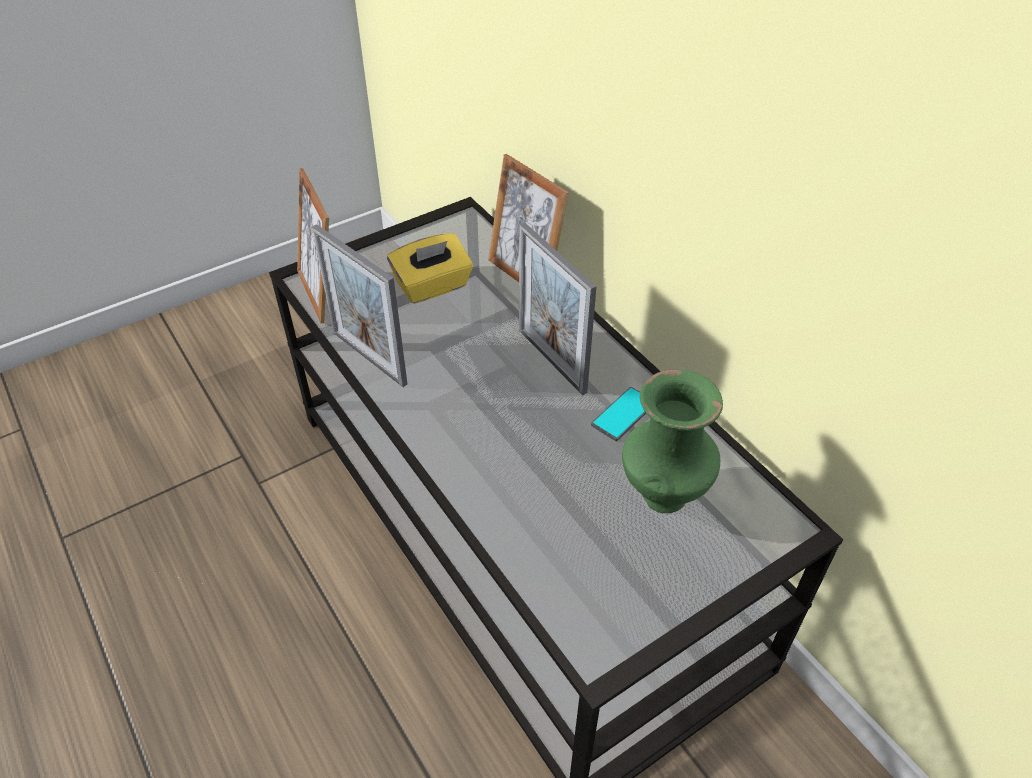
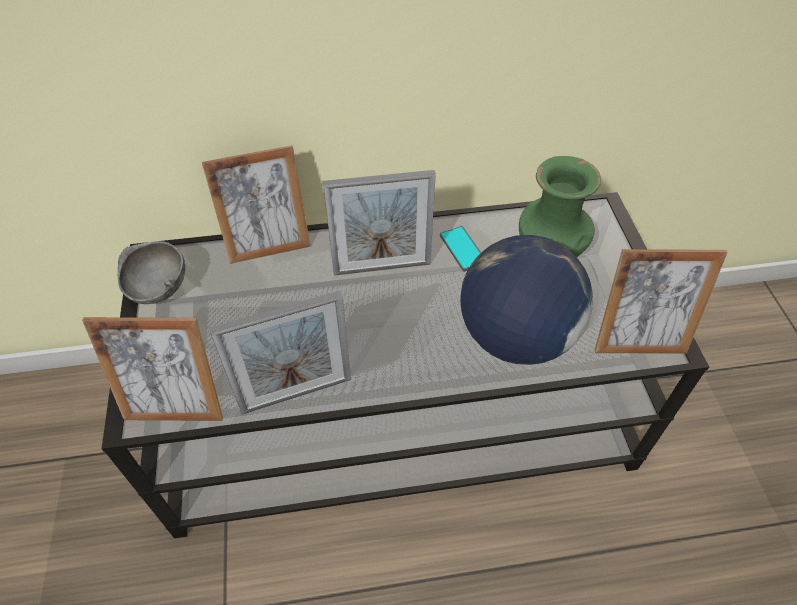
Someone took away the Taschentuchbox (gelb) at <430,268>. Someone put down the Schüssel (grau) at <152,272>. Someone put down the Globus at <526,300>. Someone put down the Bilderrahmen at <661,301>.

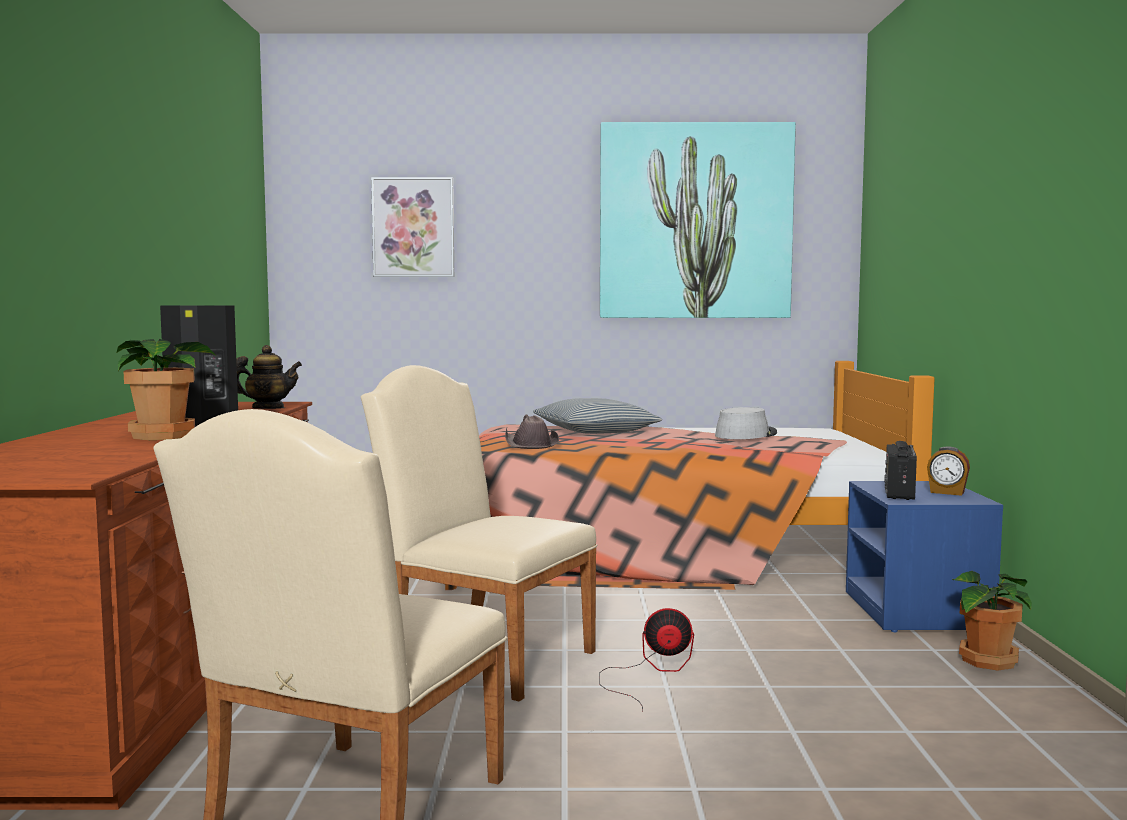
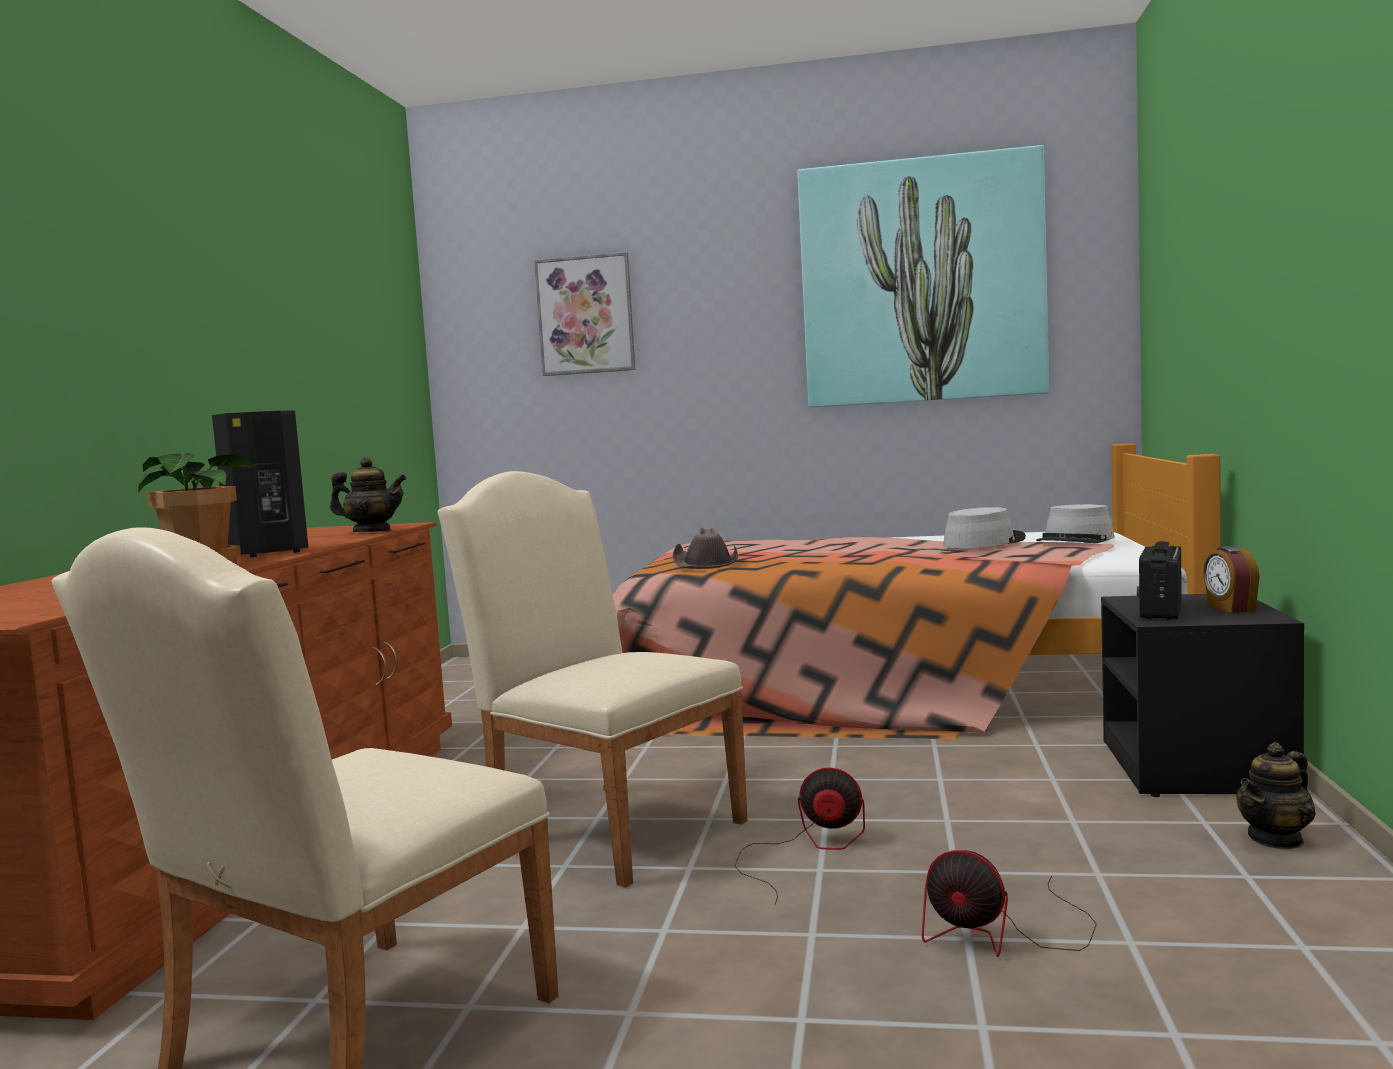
Someone took away the Kissen at <597,416>. Someone put down the Ventilator at <1009,903>. Someone put down the Hut (grau) at <1075,523>. Someone swapped the Topfpflanze at <992,620> for the Teekanne at <1276,796>. Someone repainted the Nachttisch (blau) at <924,556>, which became the Nachttisch (schwarz) at <1202,695>. Someone rotated the Wecker at <948,471> by 45 degrees clockwise.

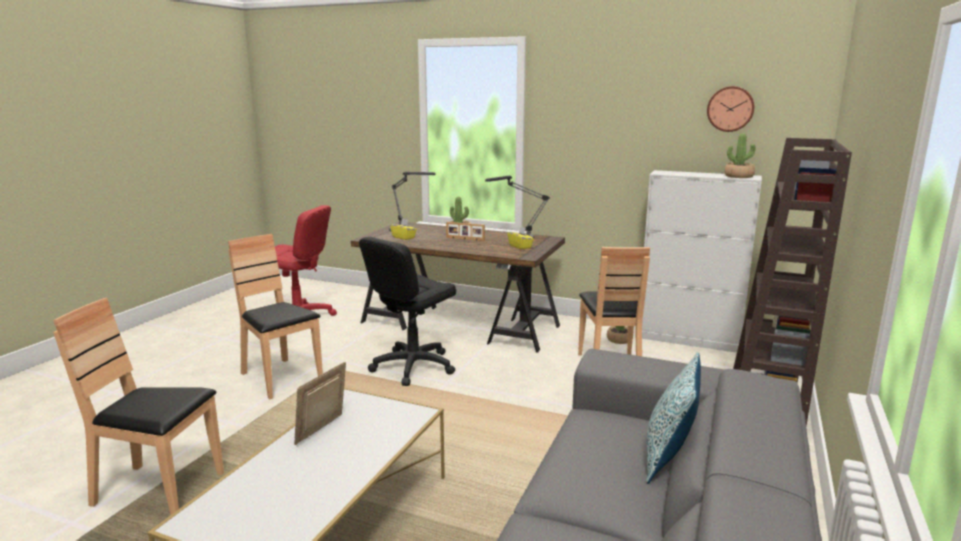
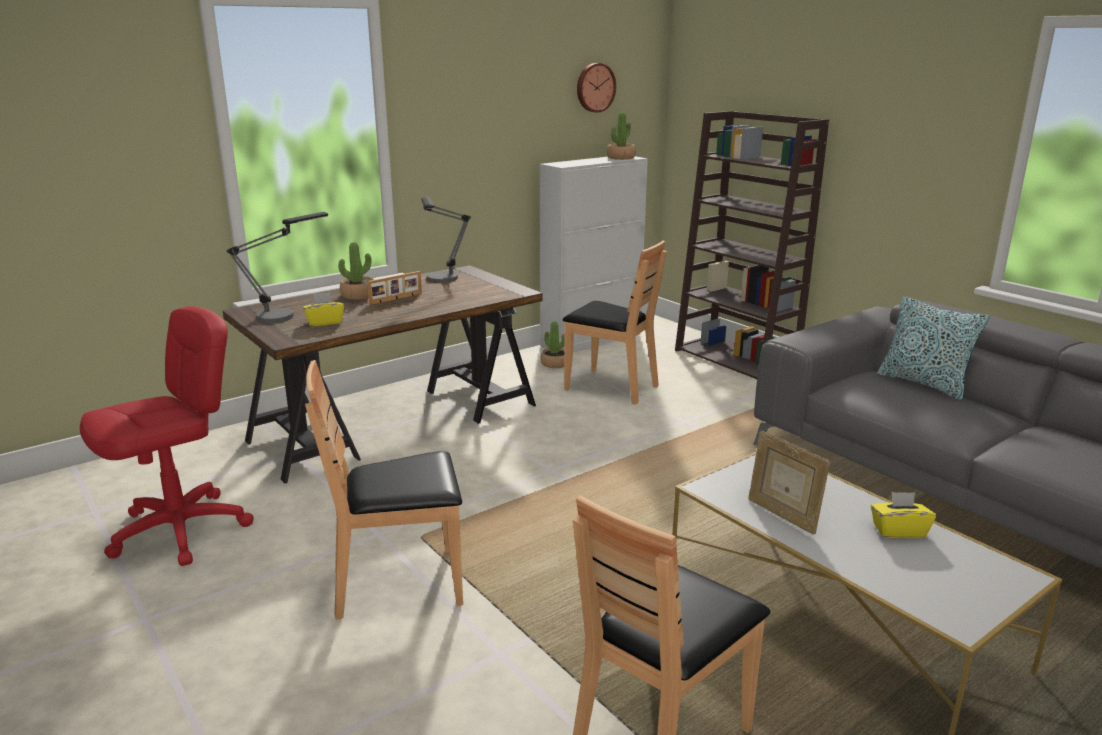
Someone took away the Bürostuhl (schwarz) at <407,311>. Someone carried the Taschentuchbox (gelb) from <521,237> to <903,515>.

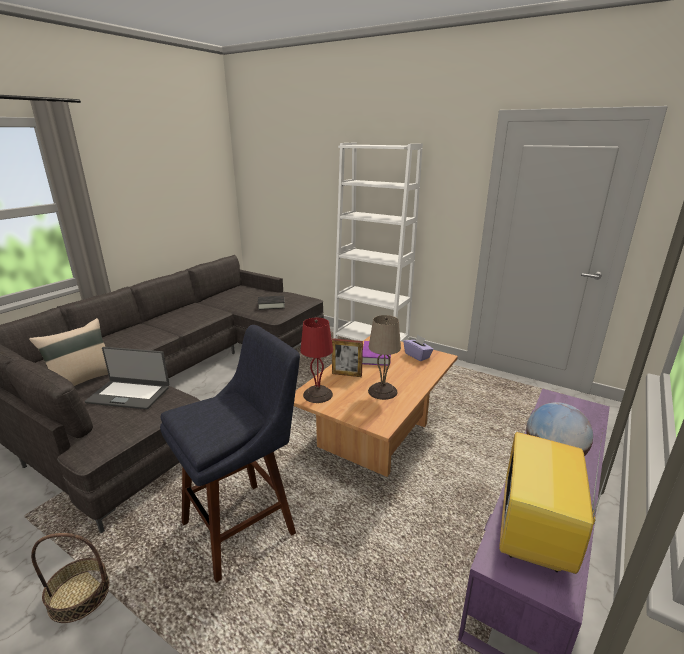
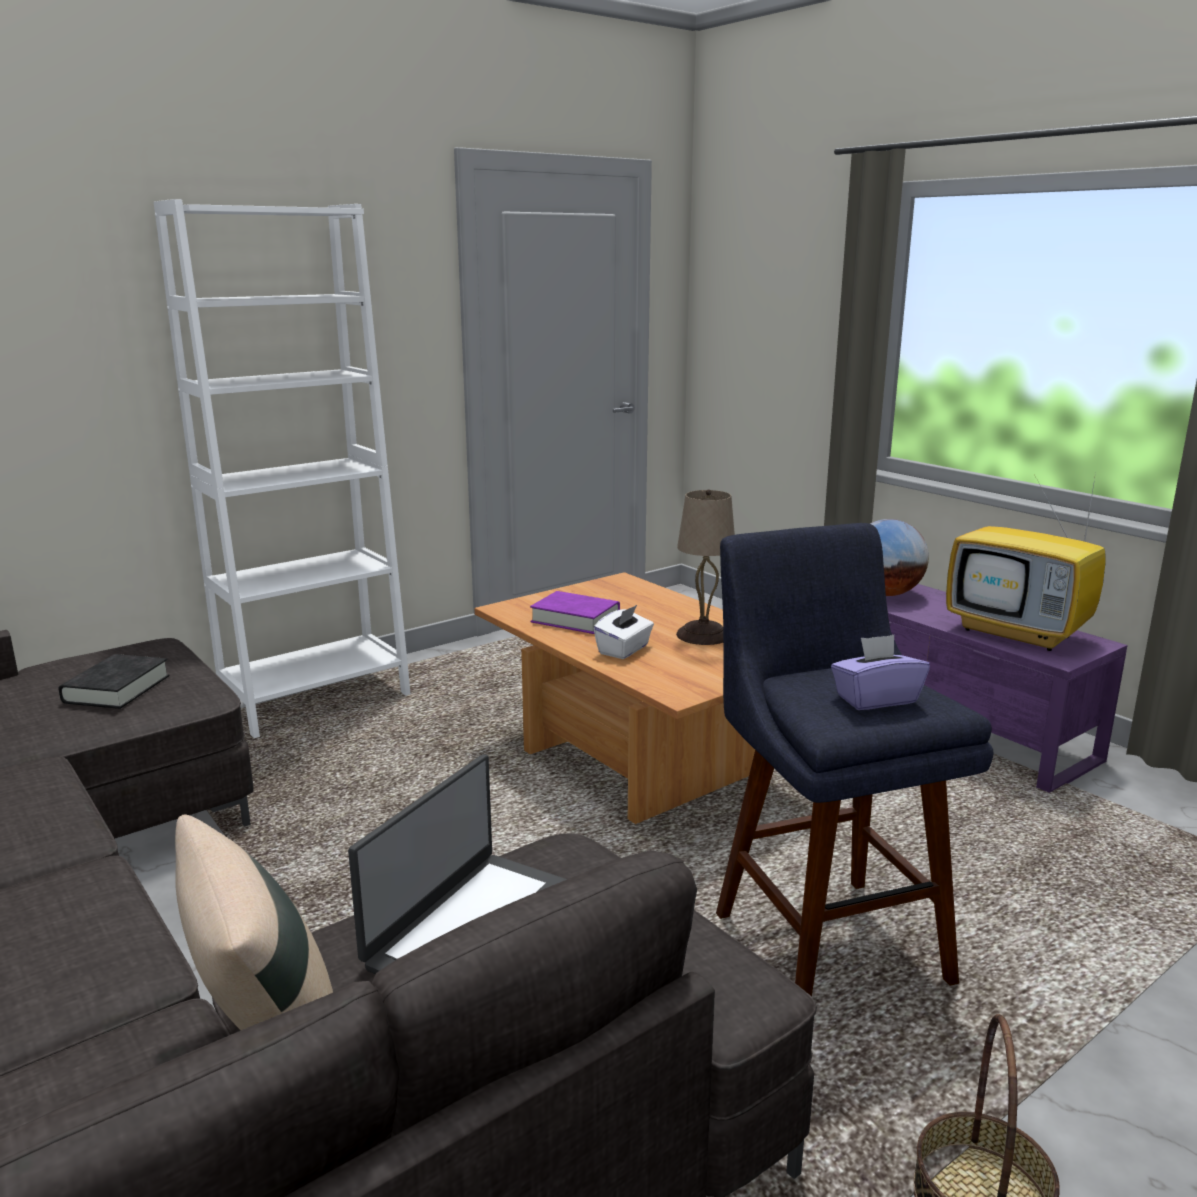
Someone took away the Tischlampe (rot) at <316,360>. Someone carried the Taschentuchbox (lila) from <419,347> to <880,672>. Someone swapped the Bilderrahmen at <347,357> for the Taschentuchbox (weiß) at <624,632>.

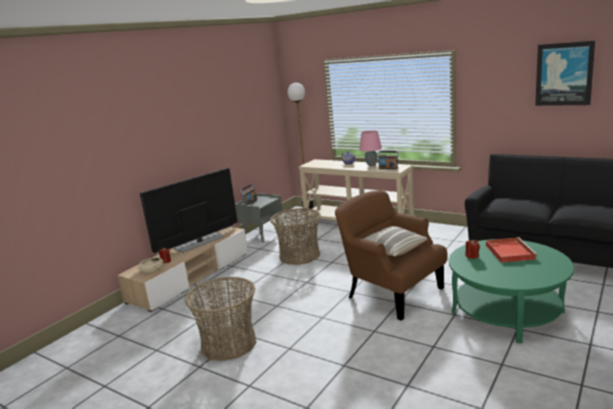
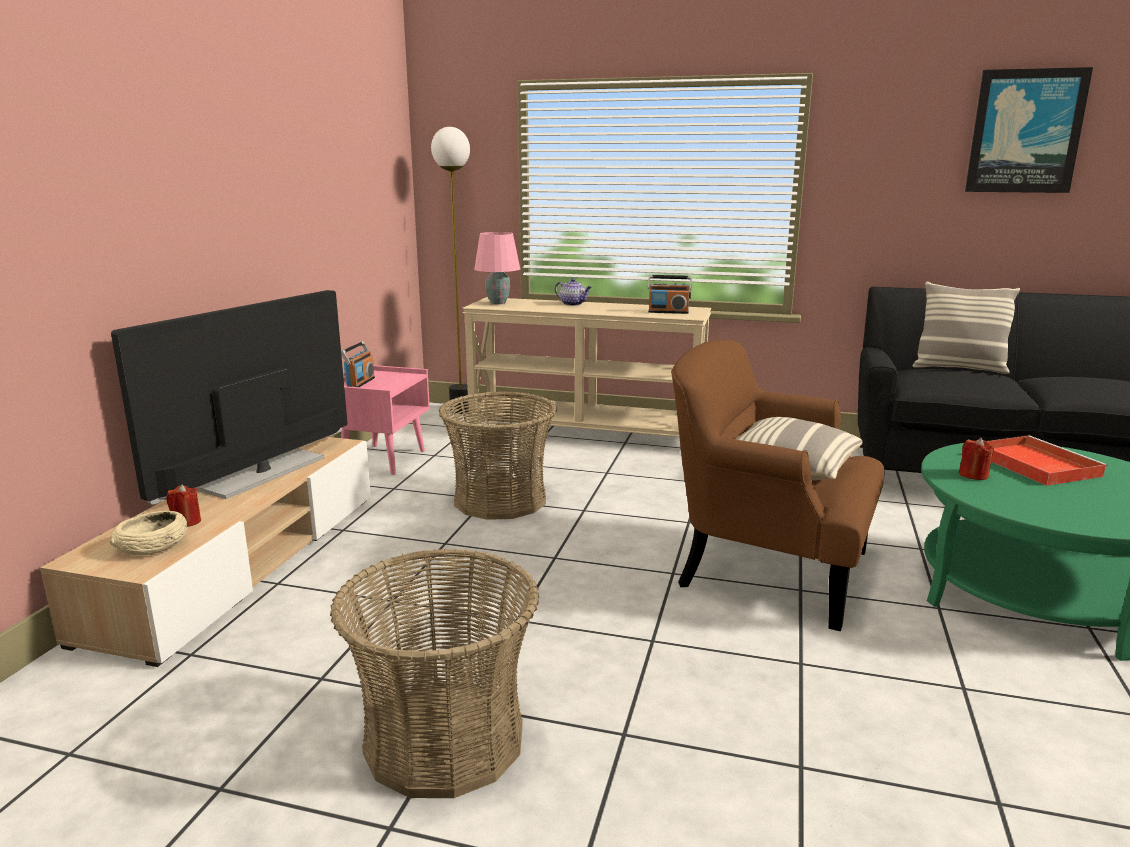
Someone put down the Kissen at <966,328>. Someone carried the Tischlampe (rosa) from <370,148> to <497,268>. Someone repainted the Nachttisch (grau) at <258,218>, which became the Nachttisch (rosa) at <385,420>.

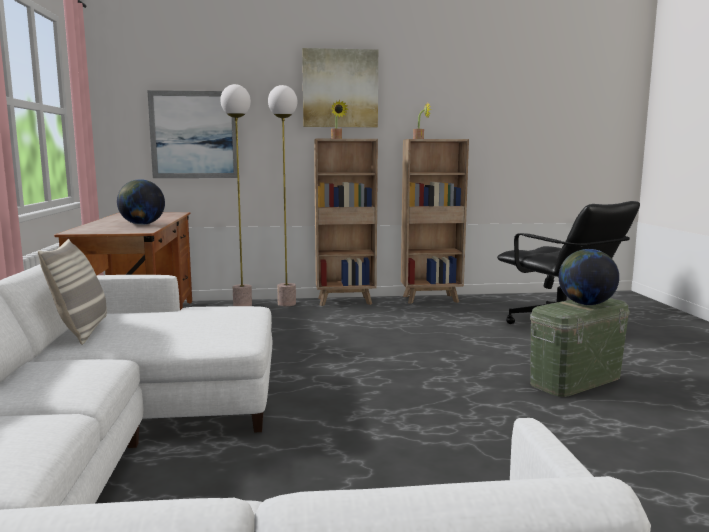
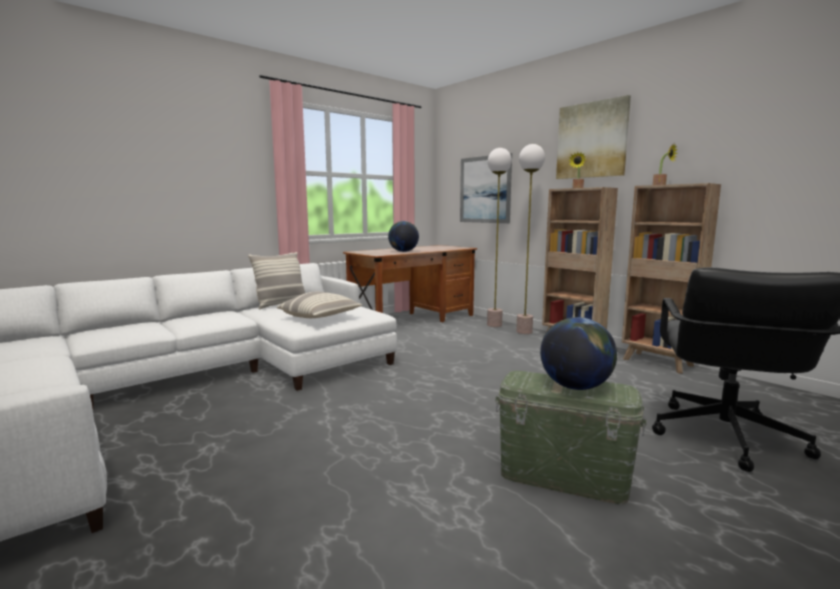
Someone put down the Kissen at <319,305>.

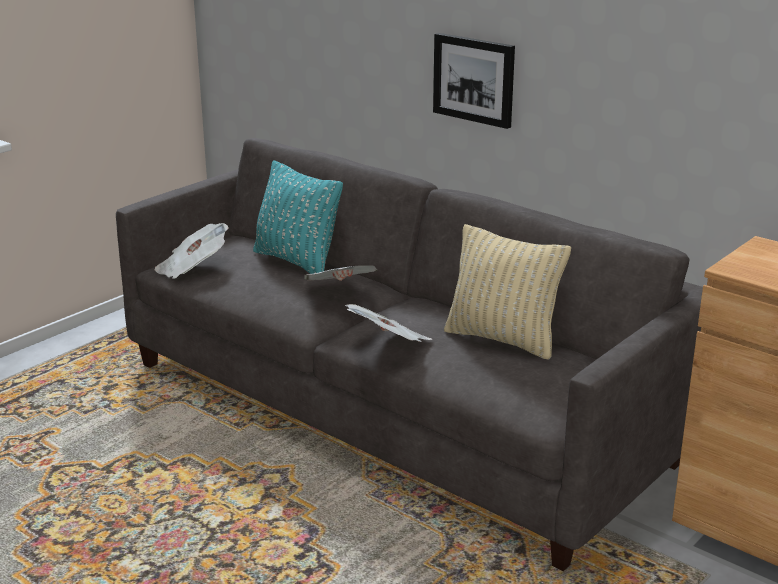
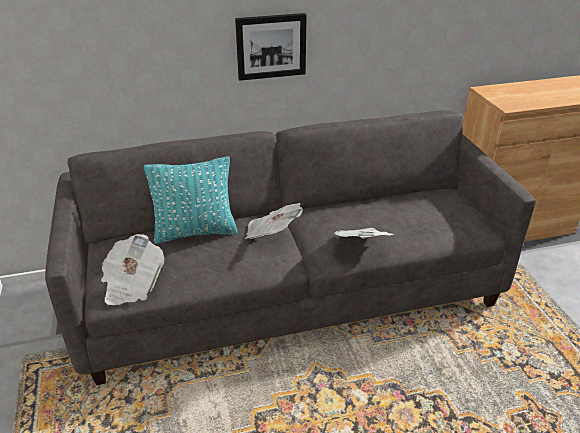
Someone took away the Kissen (beige) at <507,291>.

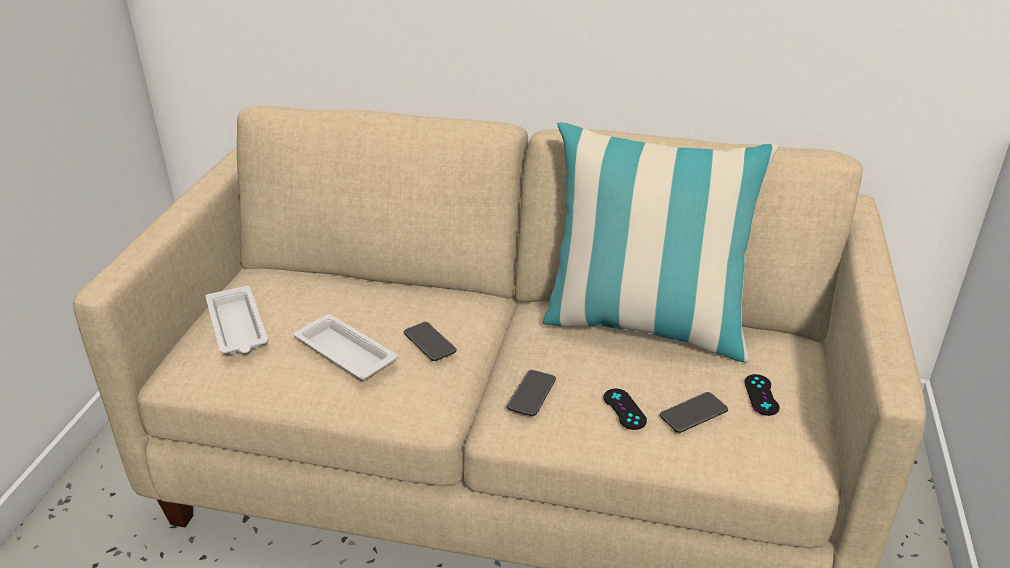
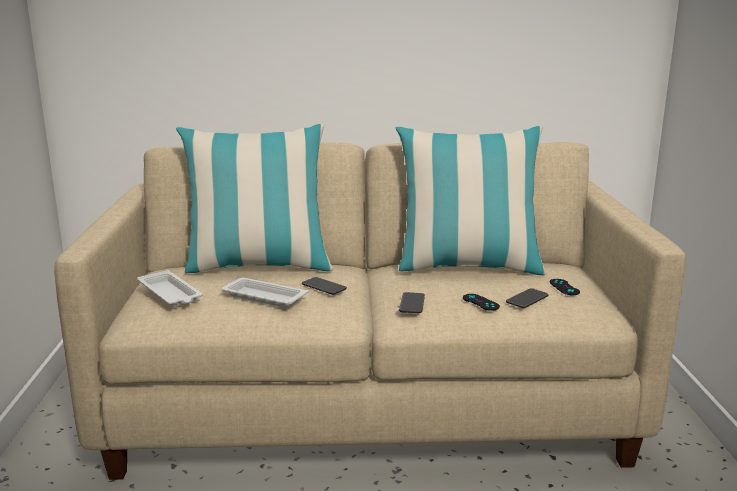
Someone put down the Kissen at <255,198>.

